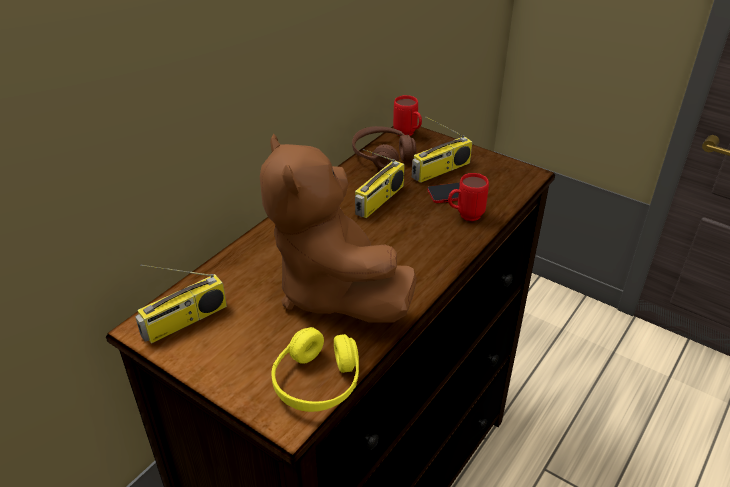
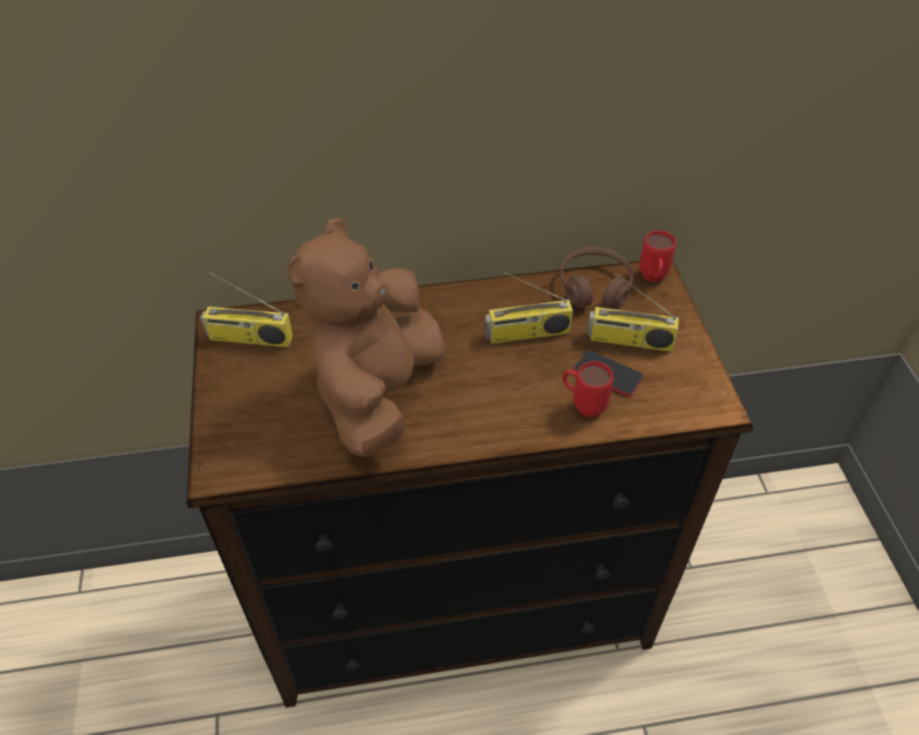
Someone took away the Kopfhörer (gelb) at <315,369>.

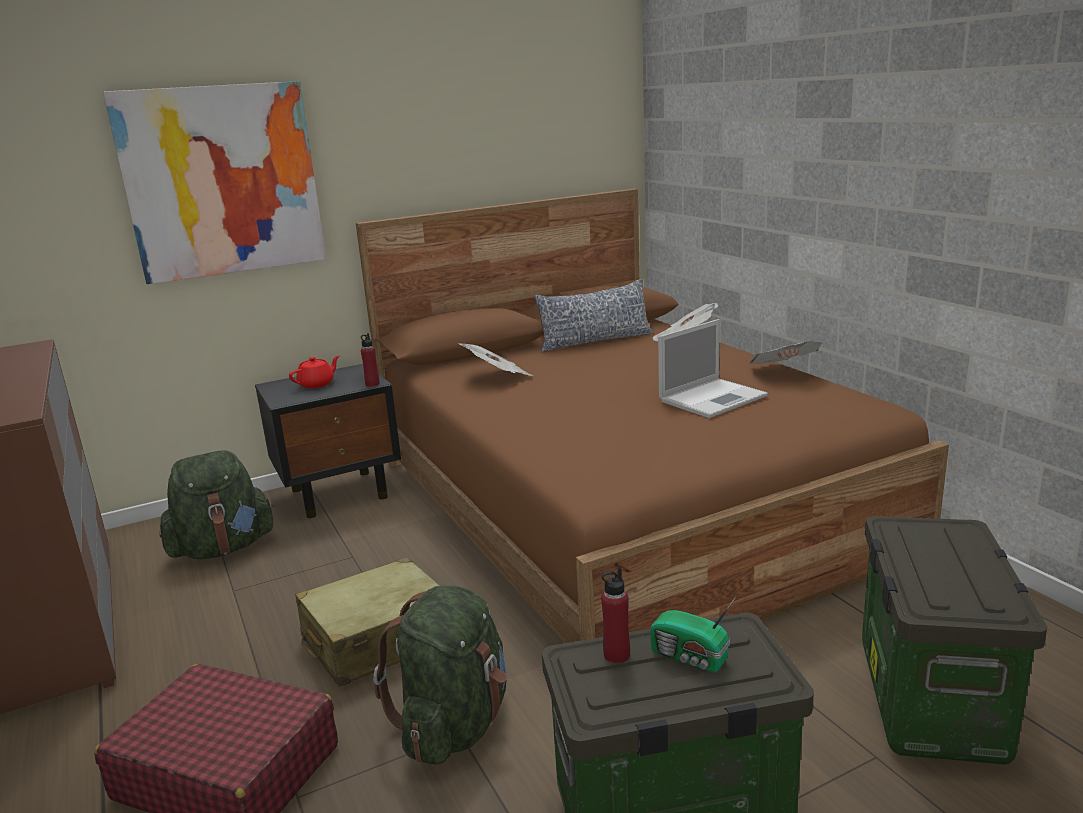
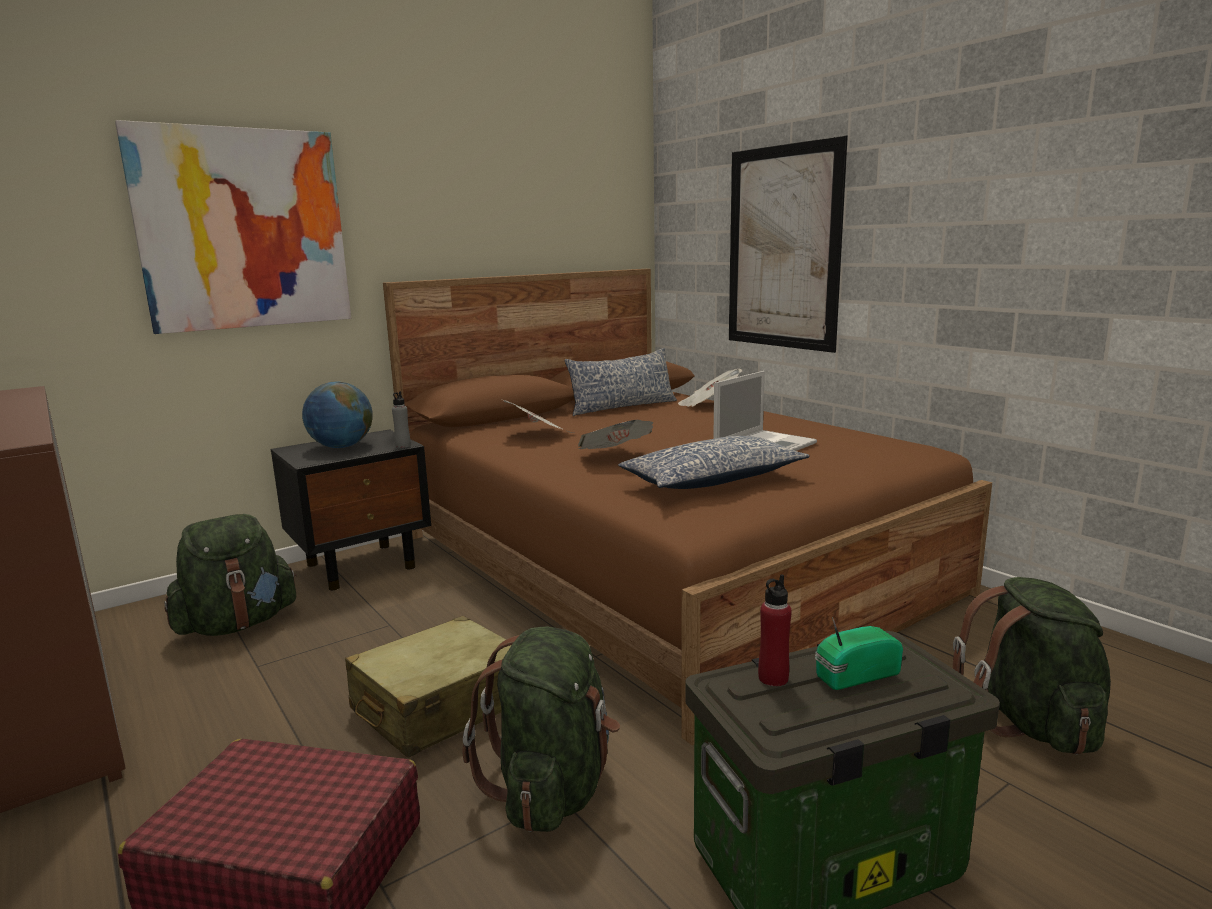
Someone put down the Kissen at <714,462>. Someone put up the Bild at <788,244>. Someone carried the Zeitung from <785,352> to <615,434>. Someone swapped the Teekanne (rot) at <314,372> for the Globus at <337,414>. Someone swapped the Aufbewahrungsbox at <955,640> for the Rucksack (grün) at <1032,666>. Someone repainted the Flasche (rot) at <370,360>, which became the Flasche (grau) at <401,419>. Someone rotated the Radio at <693,634> by 135 degrees clockwise.

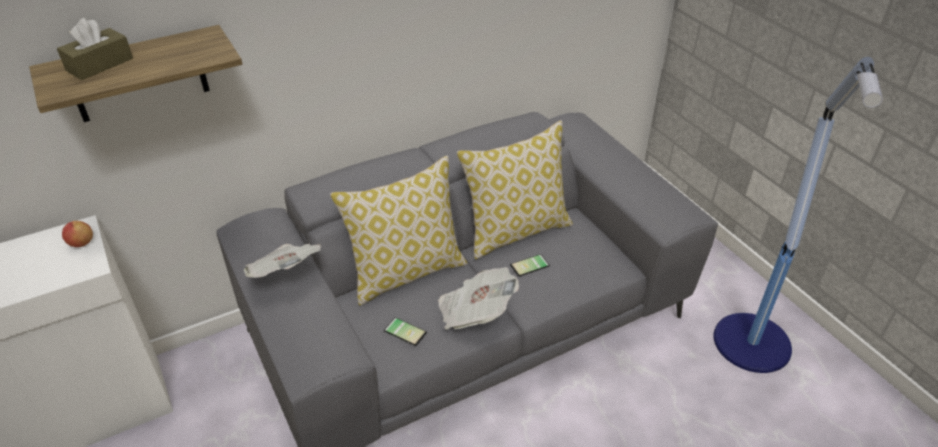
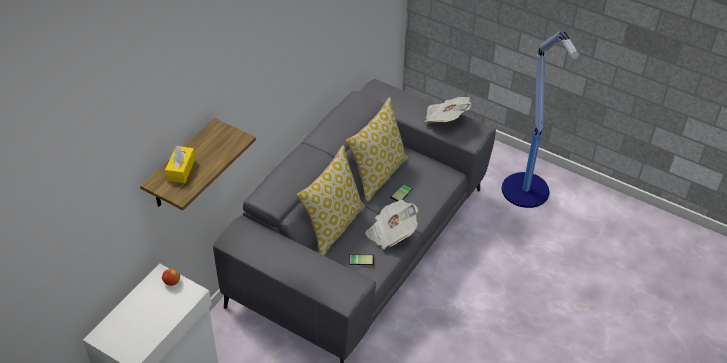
Someone carried the Zeitung from <282,261> to <448,110>. Someone repainted the Taschentuchbox (braun) at <95,49>, which became the Taschentuchbox (gelb) at <180,164>.

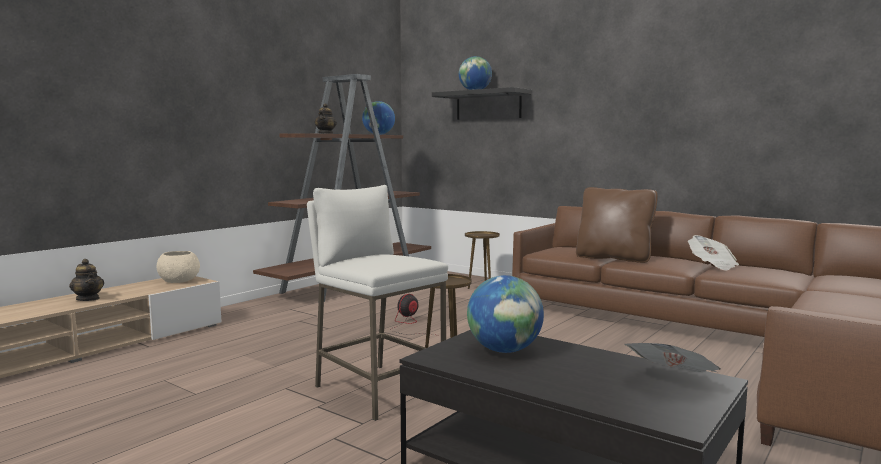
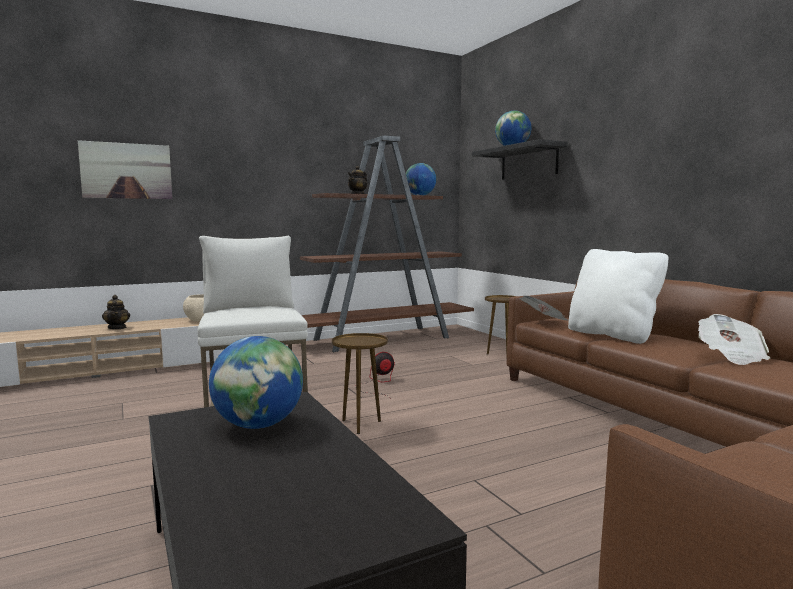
Someone put up the Bild at <125,169>. Someone carried the Zeitung from <672,358> to <543,308>. Someone repainted the Kissen (braun) at <617,225>, which became the Kissen (weiß) at <618,296>.

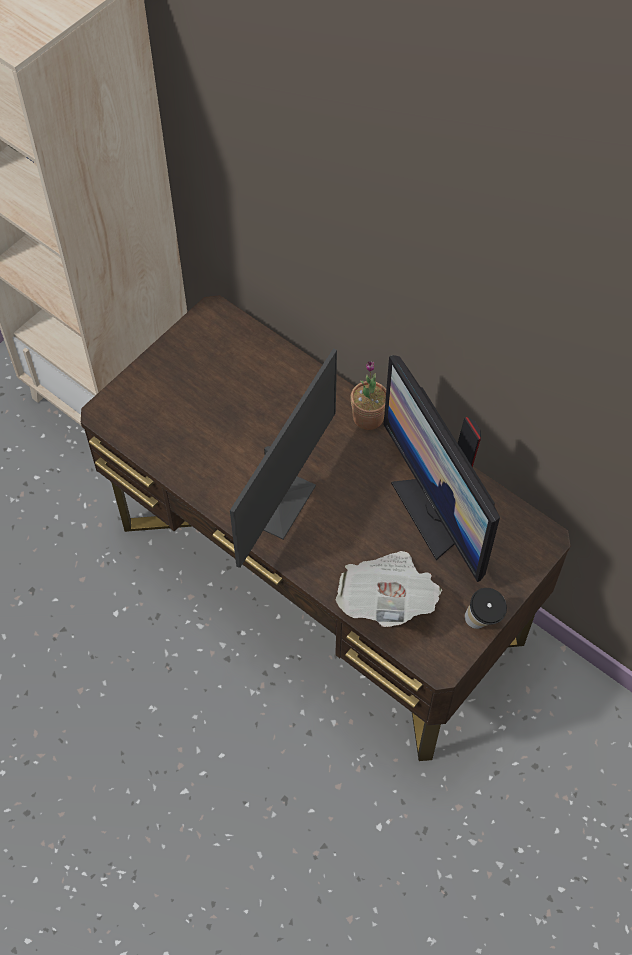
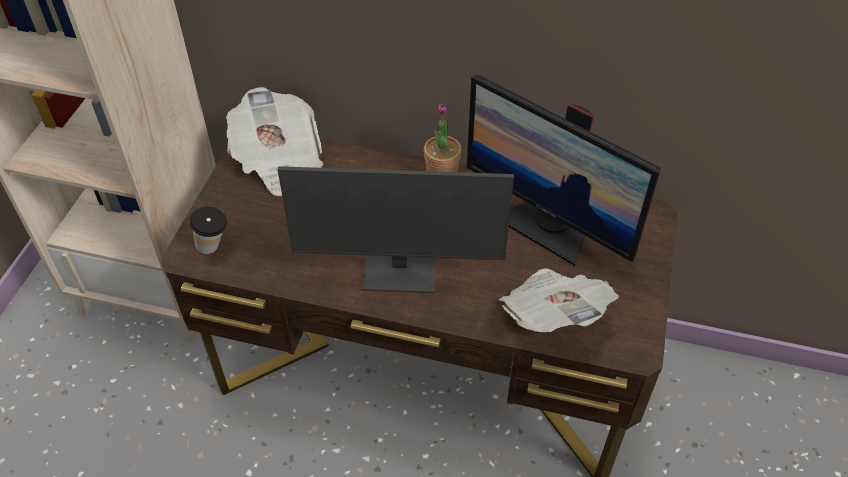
Someone put down the Zeitung at <274,141>. Someone carried the Tasse from <486,608> to <208,230>. Someone rotated the Monitor at <283,458> by 90 degrees clockwise.

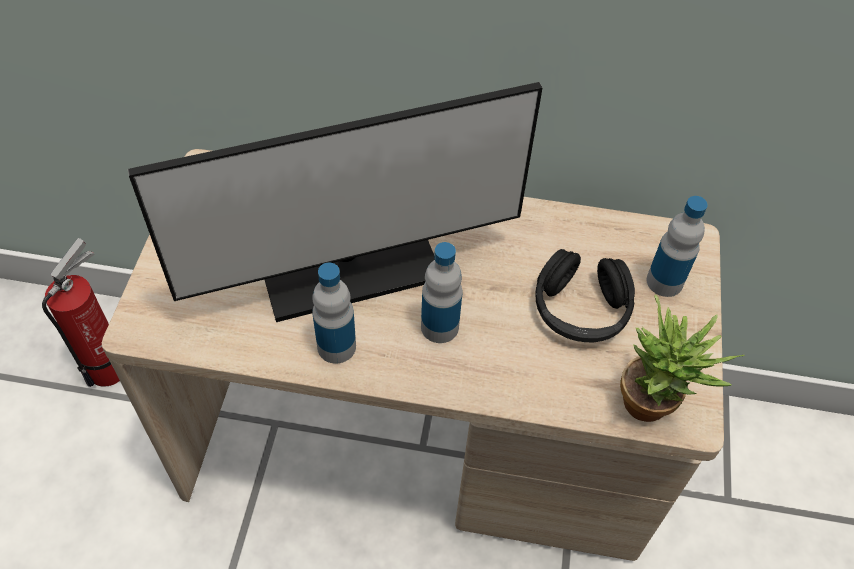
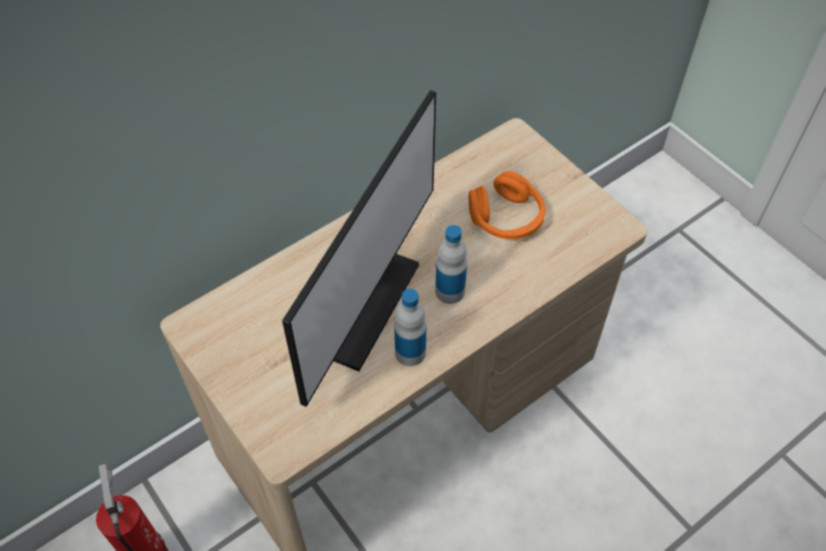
Someone took away the Topfpflanze at <682,358>. Someone took away the Flasche at <677,246>. Someone repainted the Kopfhörer (schwarz) at <585,295>, which became the Kopfhörer (orange) at <507,205>.

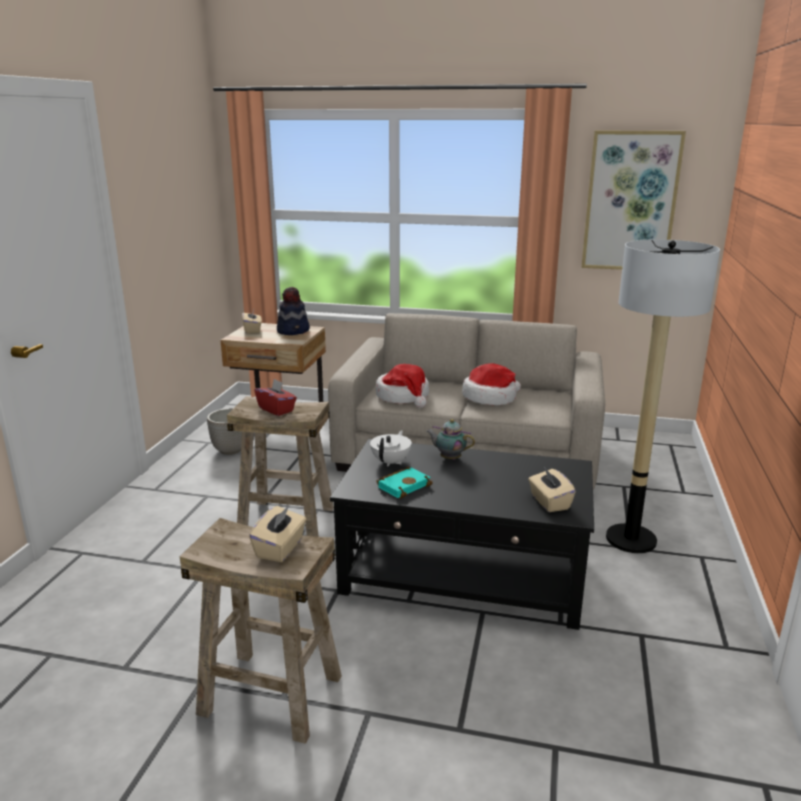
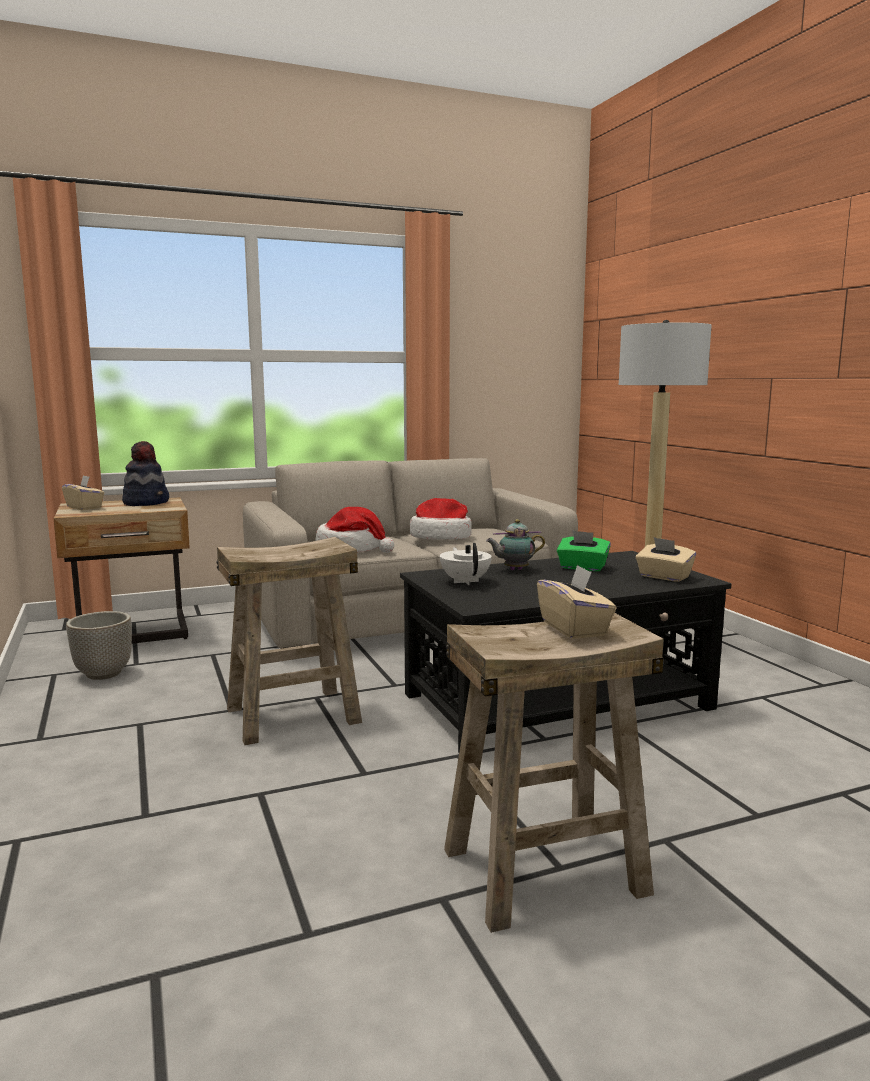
Someone took away the Taschentuchbox (rot) at <275,397>. Someone took away the Buch (türkis) at <404,482>. Someone took away the Bild at <633,200>. Someone put down the Taschentuchbox (grün) at <584,551>.

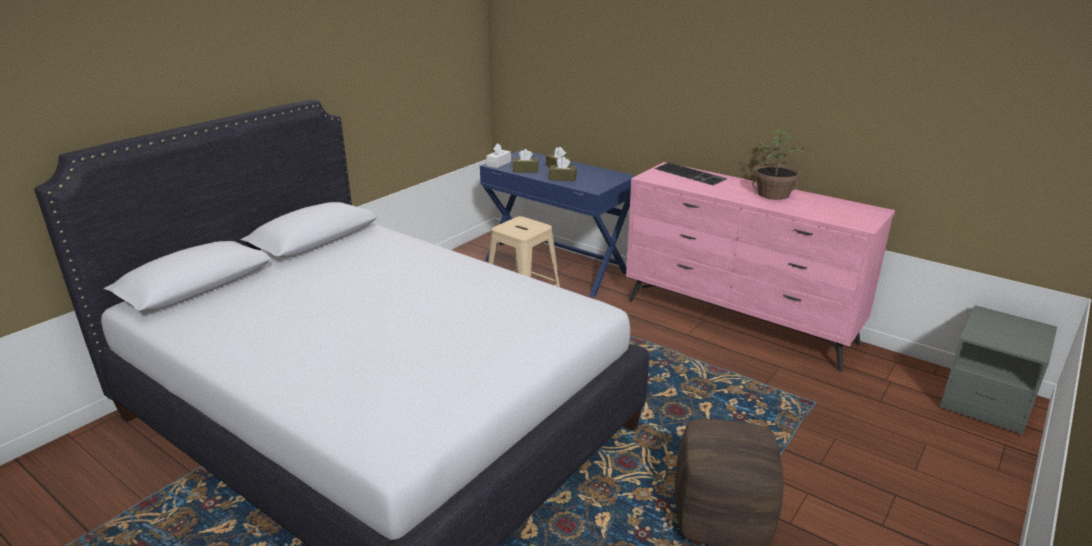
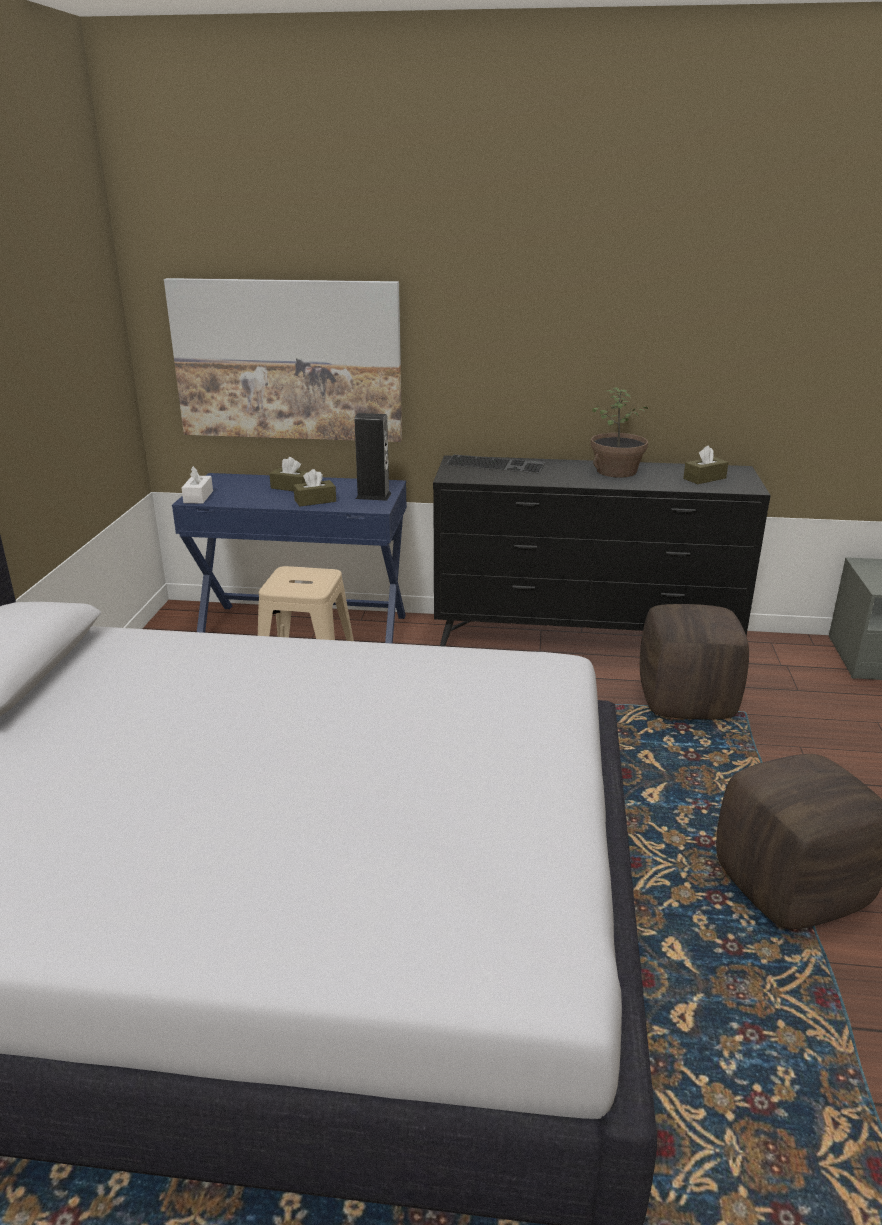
Someone put up the Bild at <283,360>. Someone put down the Lautsprecher at <372,457>. Someone put down the Polsterhocker (braun) at <694,661>. Someone carried the Taschentuchbox (braun) from <526,160> to <706,464>. Someone repainted the Kommode (rosa) at <760,267>, which became the Kommode (schwarz) at <602,551>.

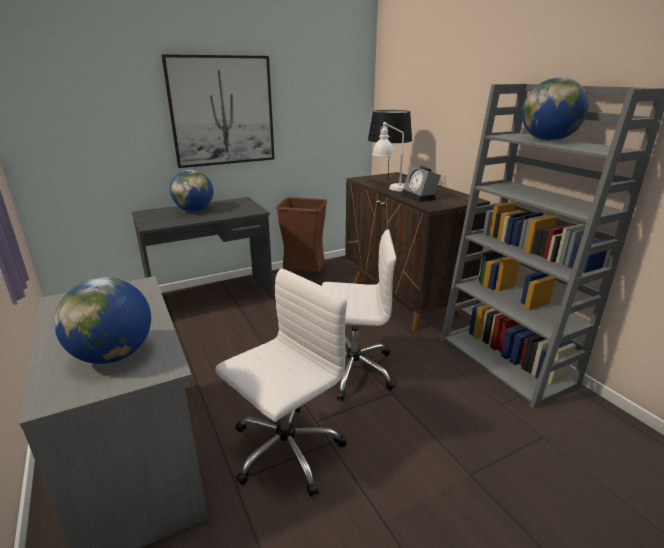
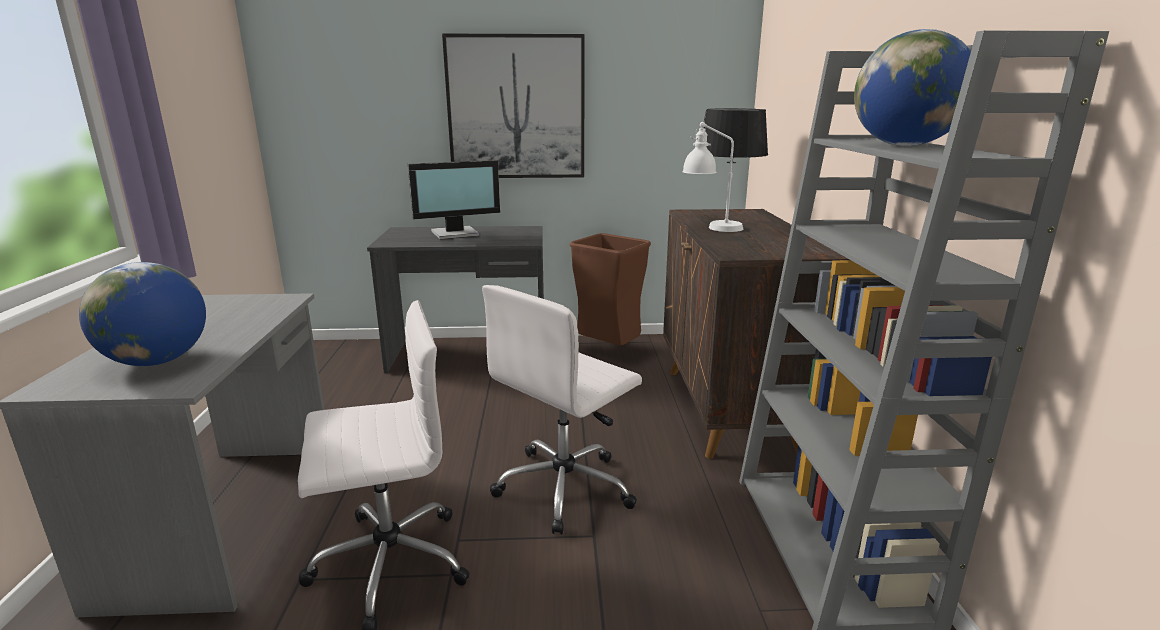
Someone took away the Wecker at <421,183>. Someone swapped the Globus at <192,191> for the Monitor at <454,199>. Someone rotated the Bürostuhl (weiß) at <359,315> by 105 degrees clockwise.

